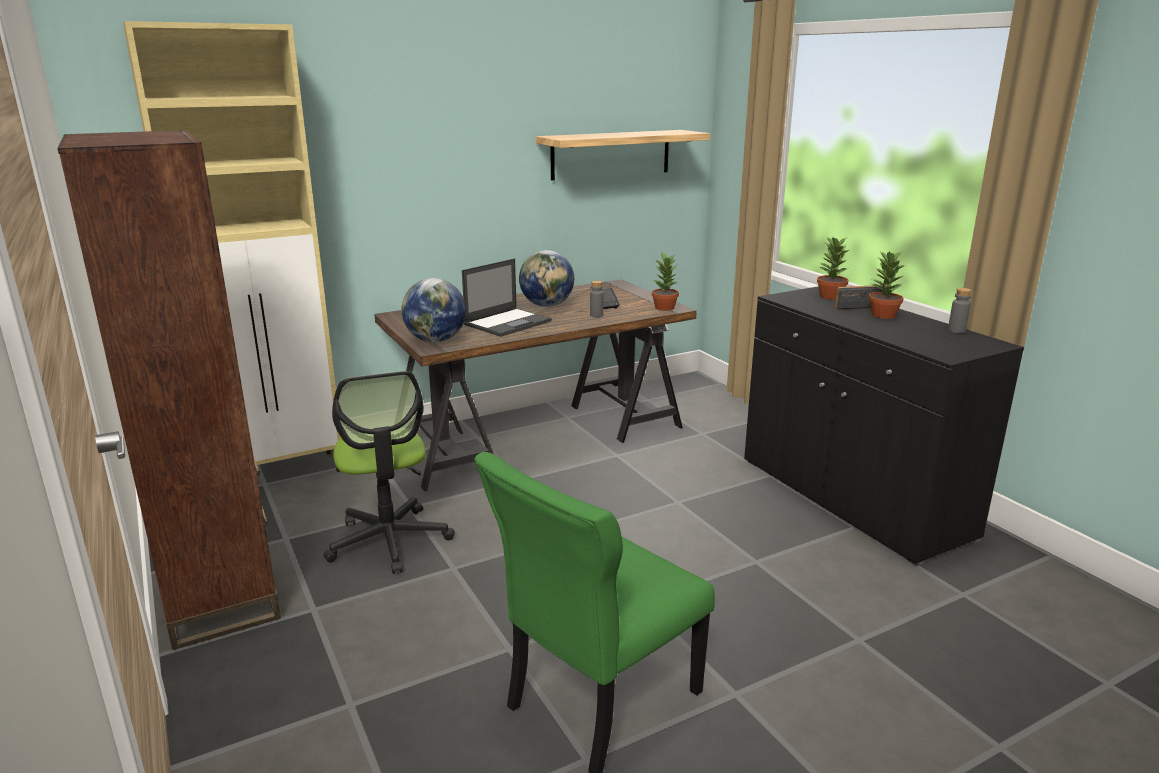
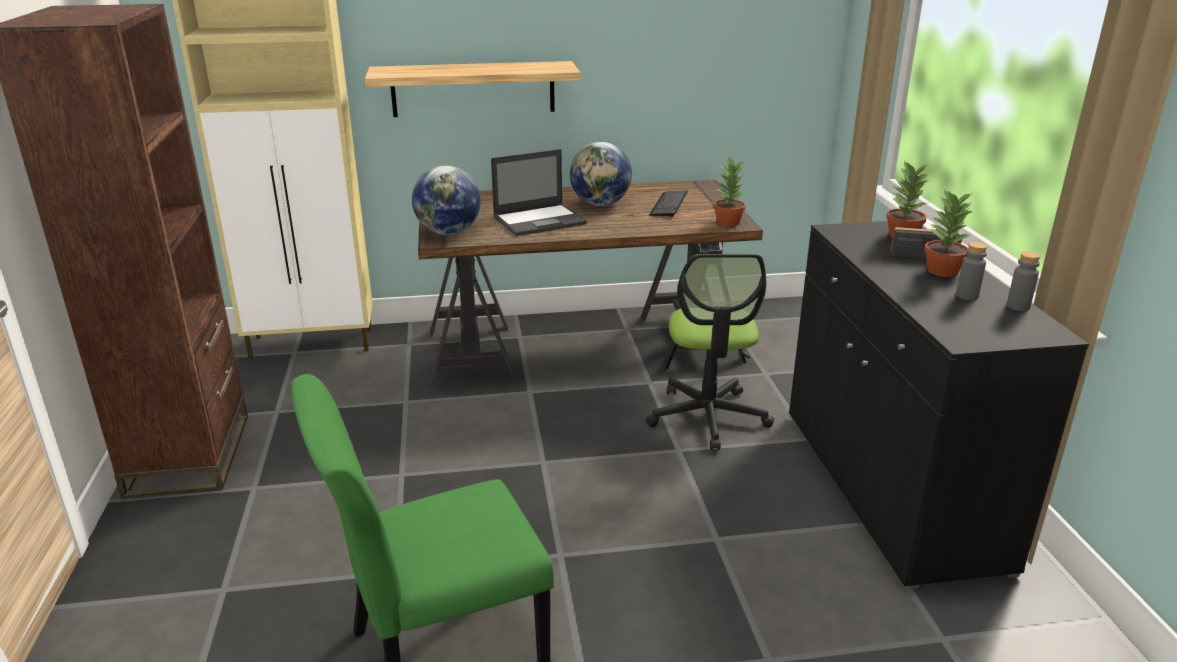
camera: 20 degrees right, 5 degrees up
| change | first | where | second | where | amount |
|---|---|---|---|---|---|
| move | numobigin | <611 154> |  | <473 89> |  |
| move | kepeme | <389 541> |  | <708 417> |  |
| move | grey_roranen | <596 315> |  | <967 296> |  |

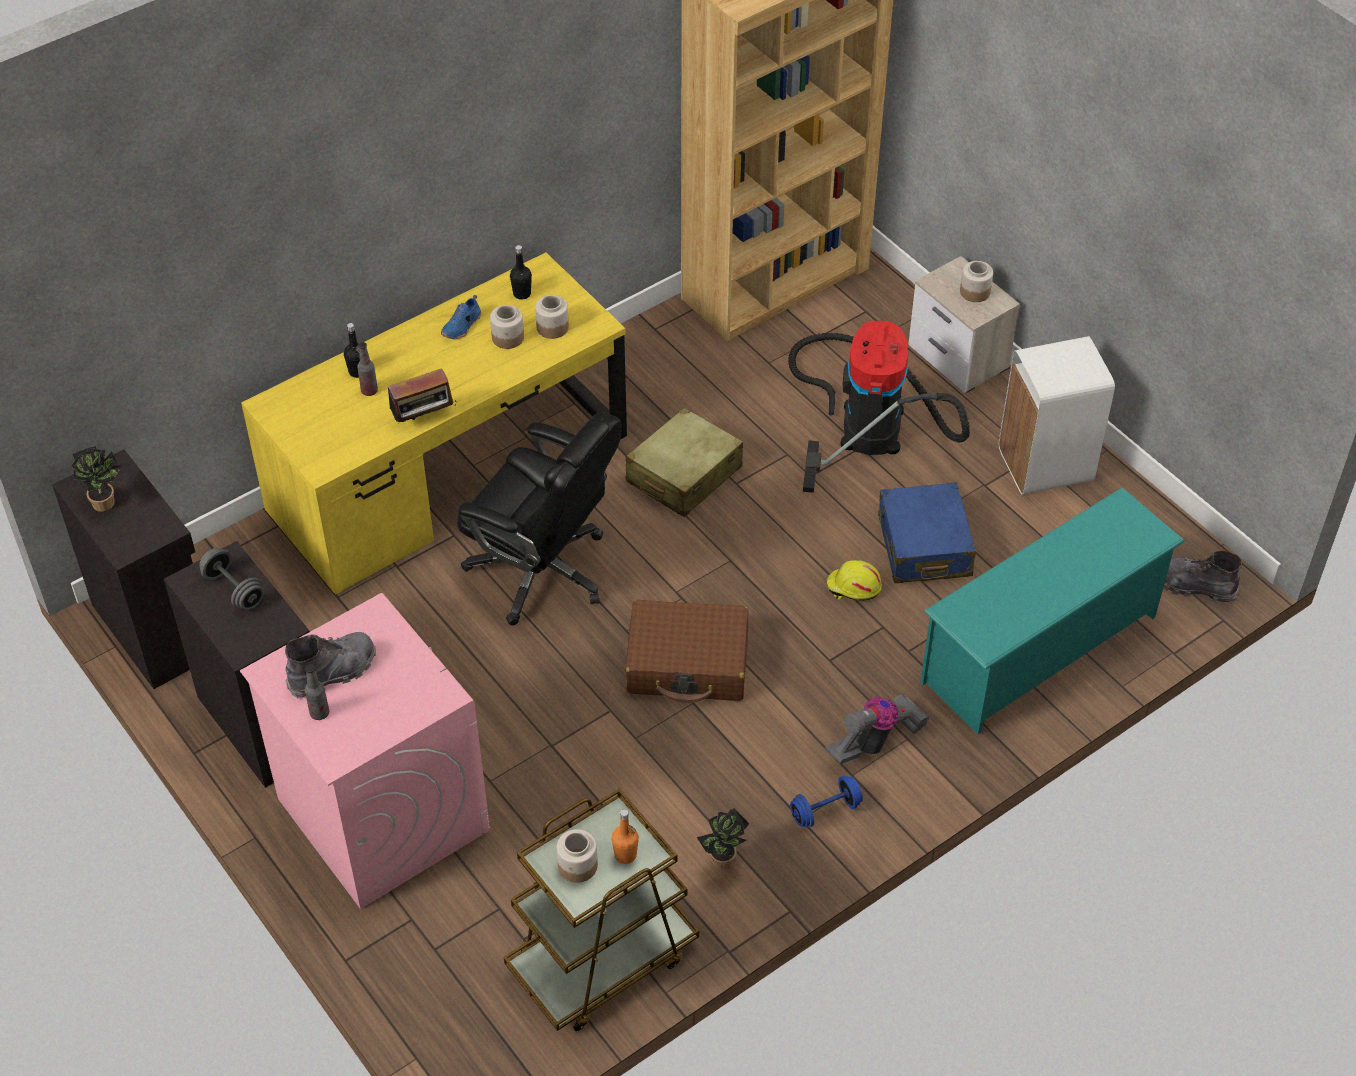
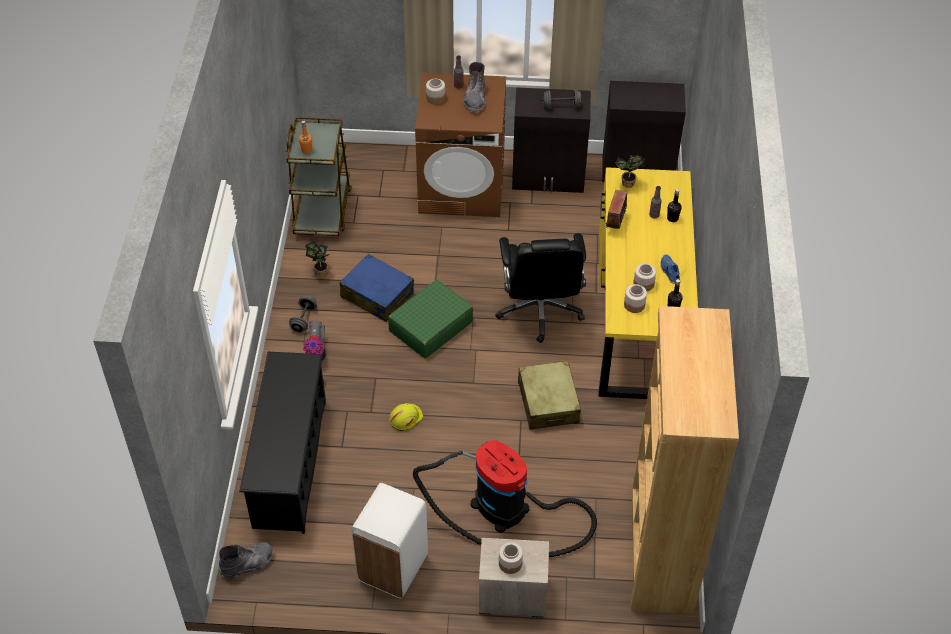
camera: 130 degrees right, 0 degrees up
| change | first | where | second | where | amount |
|---|---|---|---|---|---|
| recolor | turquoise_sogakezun | <1040 649> | black_sogakezun | <290 464> |  |
| recolor | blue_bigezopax | <825 811> | grey_bigezopax | <304 320> |  |
| move | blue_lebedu | <924 546> |  | <377 295> |  |
| recolor | brown_lebedu | <688 663> | green_lebedu | <430 326> |  |
| recolor | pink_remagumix | <382 813> | brown_remagumix | <462 188> |  |
| move | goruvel | <578 866> |  | <435 98> |  |
| rotate | black_kepeme | <542 571> |  | <540 310> | 75 degrees counterclockwise |
| move | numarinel | <107 503> |  | <627 184> |  |

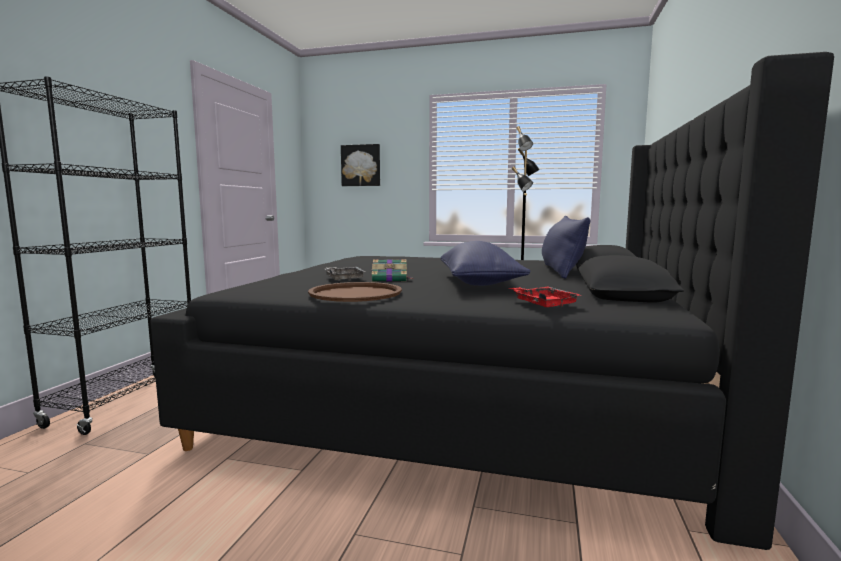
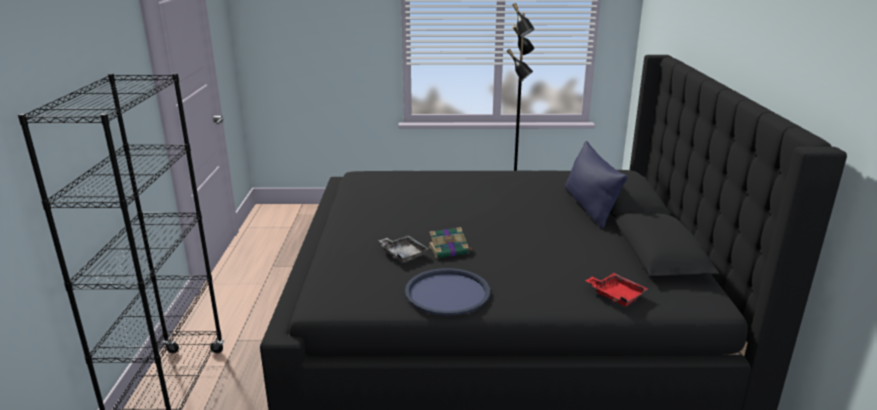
camera: 15 degrees left, 15 degrees up
| change | first | where | second | where | amount |
|---|---|---|---|---|---|
| recolor | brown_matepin | <355 293> | blue_matepin | <447 293> |  |
| delete | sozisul | <361 165> |  |  |  |
| delete | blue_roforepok | <479 283> |  |  |  |

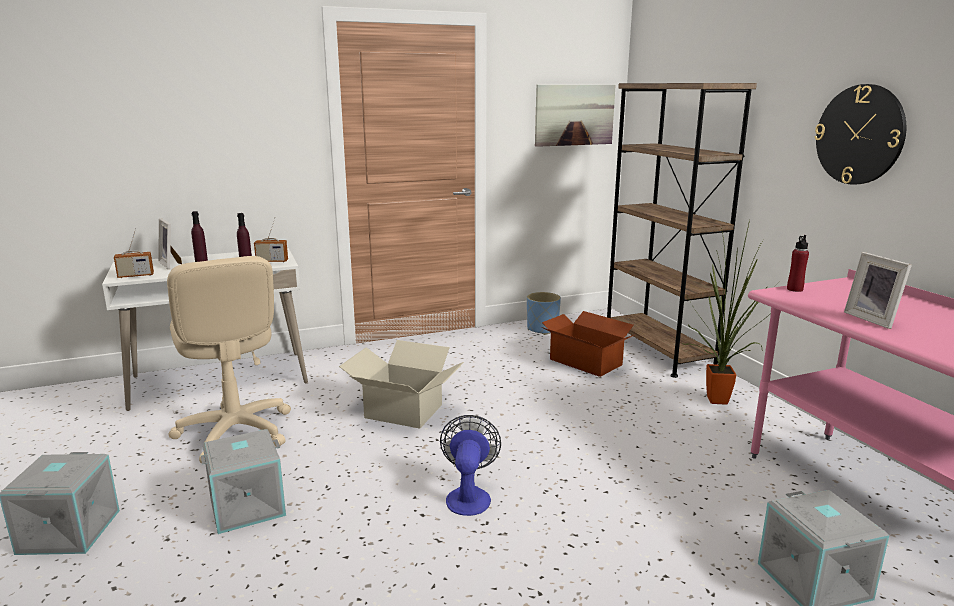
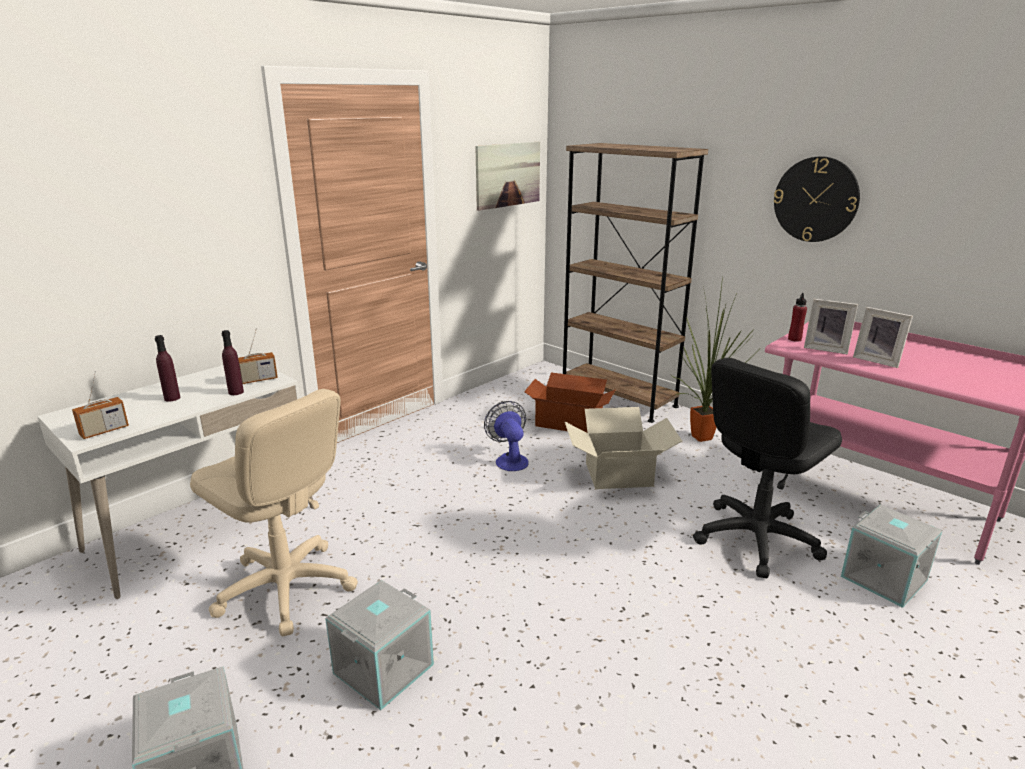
camera: 25 degrees left, 5 degrees up
| change | first | where | second | where | amount |
|---|---|---|---|---|---|
| move | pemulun | <468 495> |  | <509 459> |  |
| move | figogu | <404 410> |  | <618 474> |  |
| insert |  |  | black_kepeme | <755 538> |  |
| move | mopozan | <171 264> |  | <826 348> |  |
| delete | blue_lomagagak | <542 329> |  |  |  |

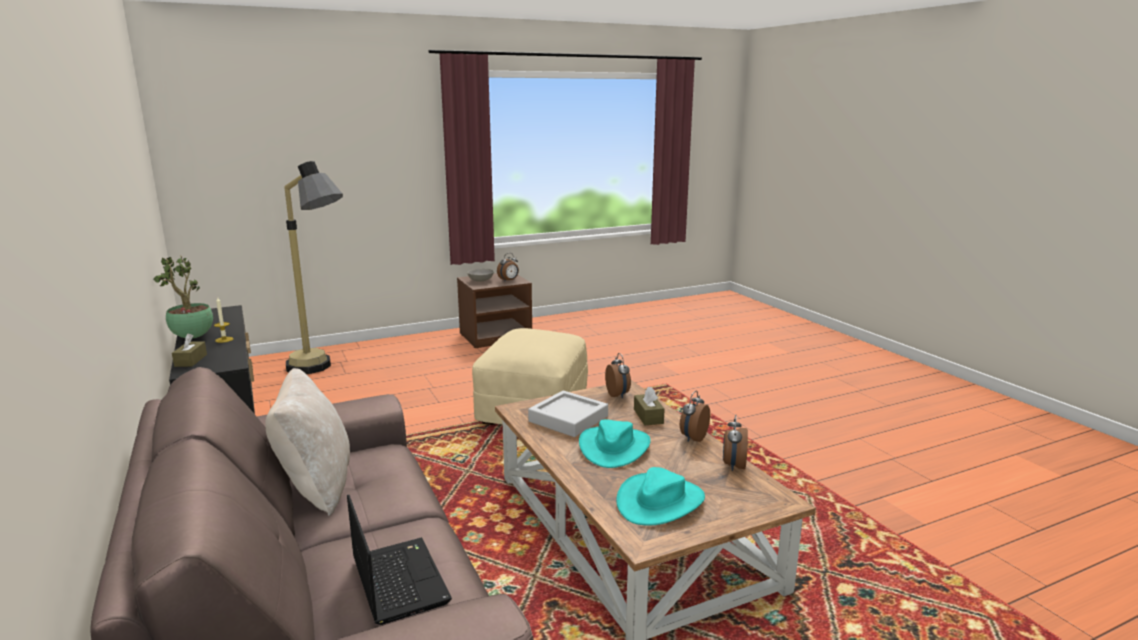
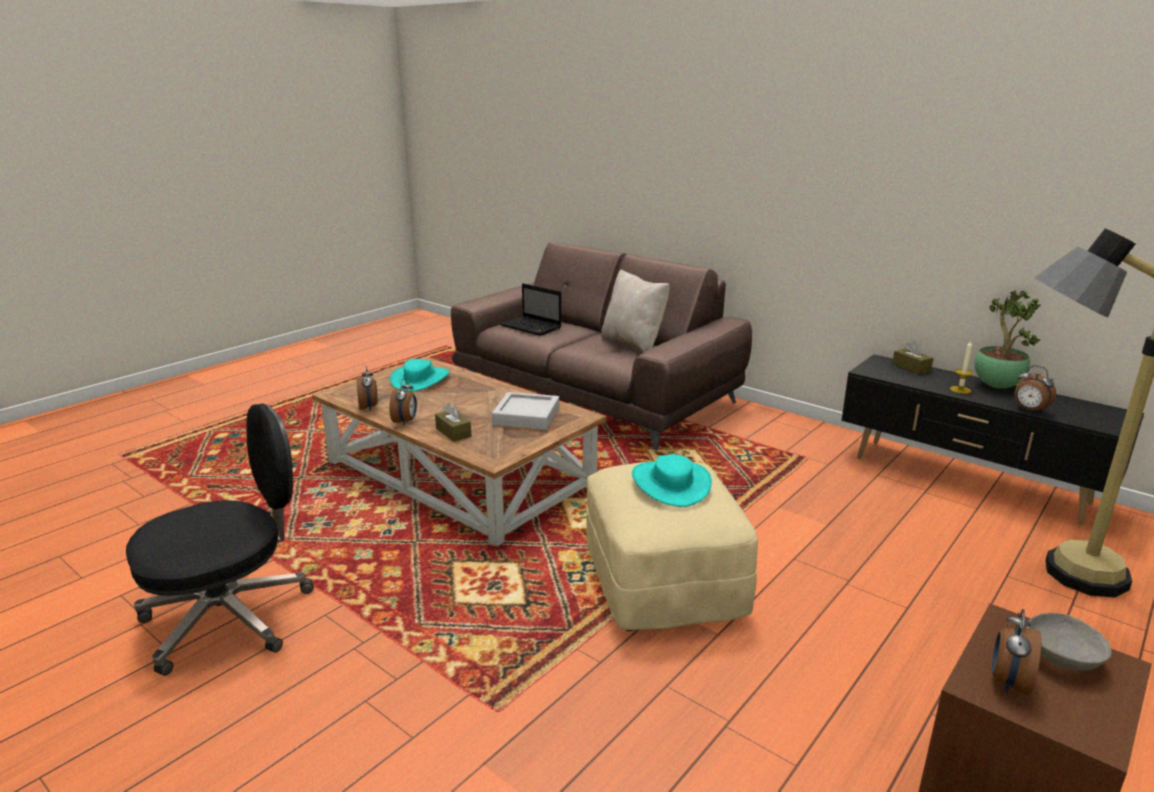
camera: 155 degrees right, 5 degrees up
| change | first | where | second | where | amount |
|---|---|---|---|---|---|
| insert |  |  | black_kepeme | <231 617> |  |
| move | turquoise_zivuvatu | <614 447> |  | <671 483> |  |
| move | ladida | <618 395> |  | <1029 410> |  |

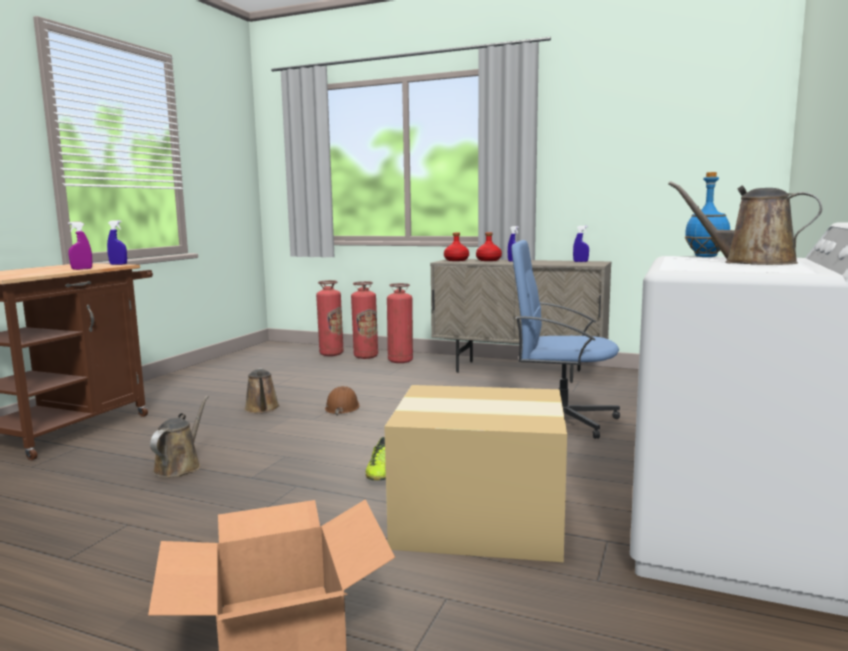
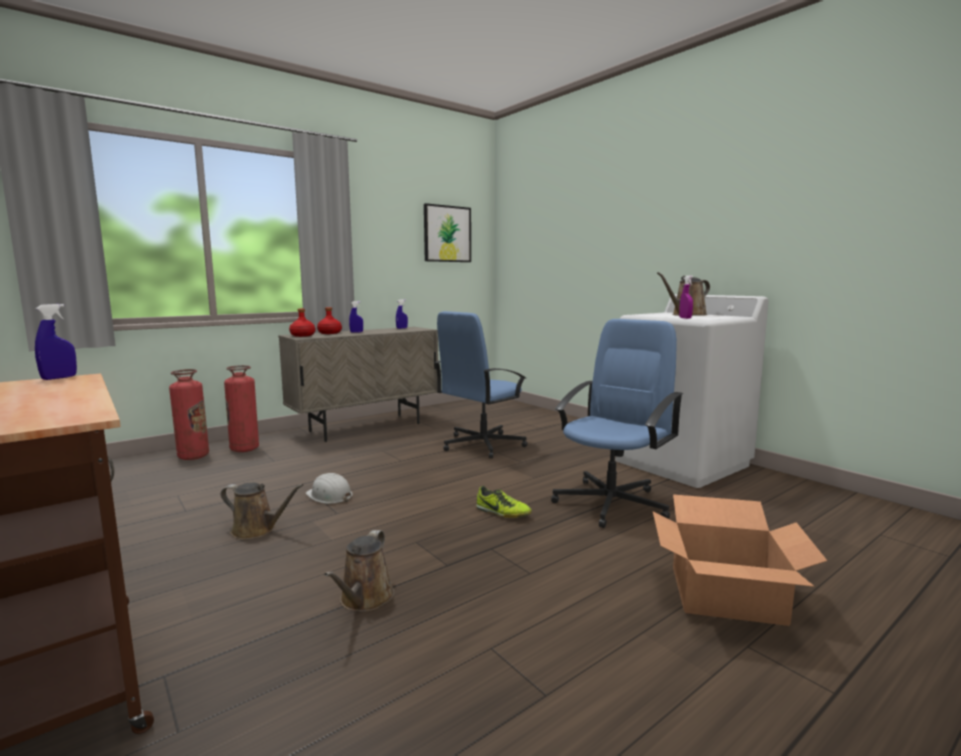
camera: 60 degrees left, 0 degrees up
| change | first | where | second | where | amount |
|---|---|---|---|---|---|
| recolor | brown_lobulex | <342 407> | white_lobulex | <329 496> |  |
| rotate | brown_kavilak | <180 466> |  | <364 599> | 120 degrees counterclockwise |
| insert |  |  | sozisul | <447 234> |  |
| replace | figogu | <481 520> | blue_kepeme | <612 503> |  |
| move | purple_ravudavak | <82 269> |  | <685 318> |  |
| delete | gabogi | <331 354> |  |  |  |
| delete | blue_roranen | <706 256> |  |  |  |

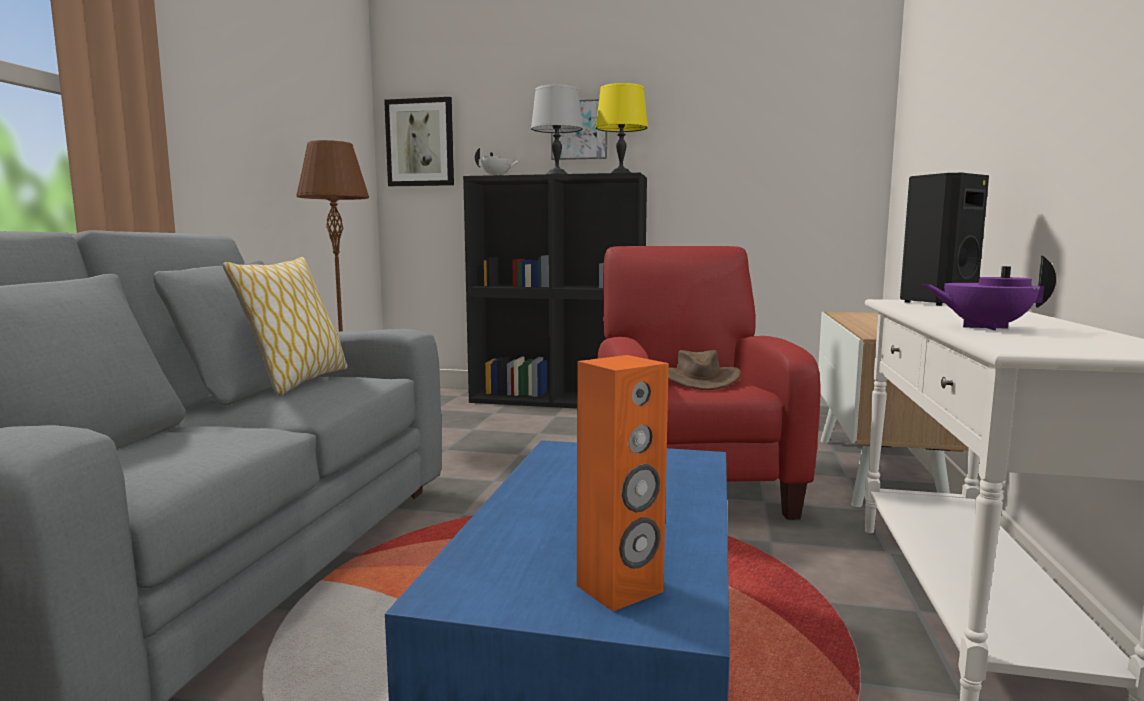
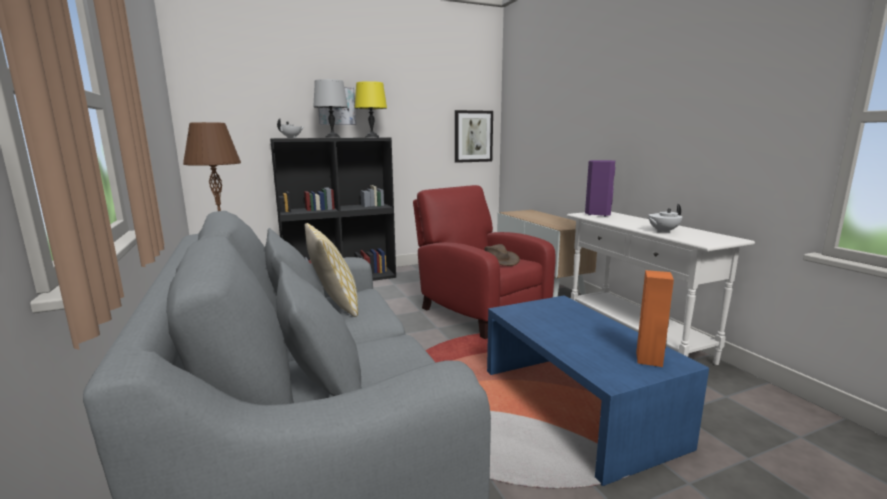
camera: 35 degrees left, 5 degrees up
| change | first | where | second | where | amount |
|---|---|---|---|---|---|
| move | sozisul | <420 142> |  | <473 136> |  |
| recolor | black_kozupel | <934 302> | purple_kozupel | <597 214> |  |
| recolor | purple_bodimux | <984 327> | white_bodimux | <662 231> |  |

